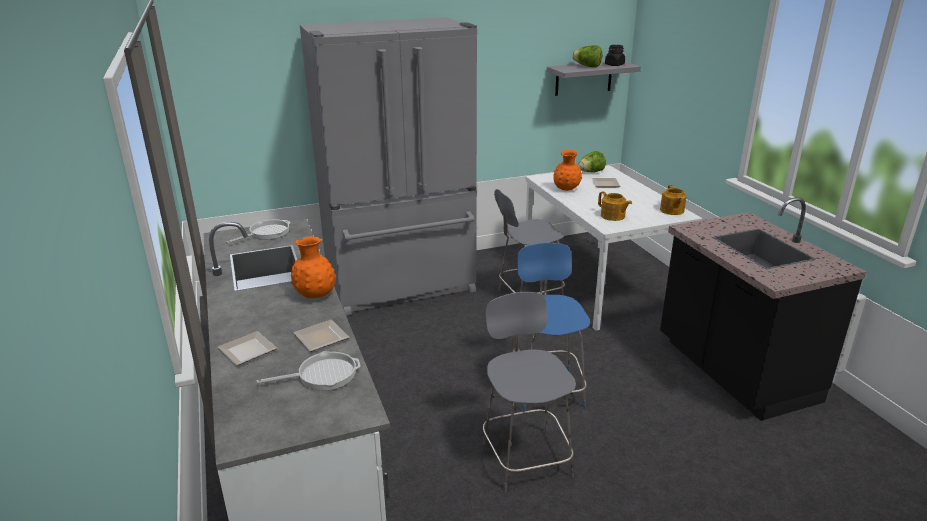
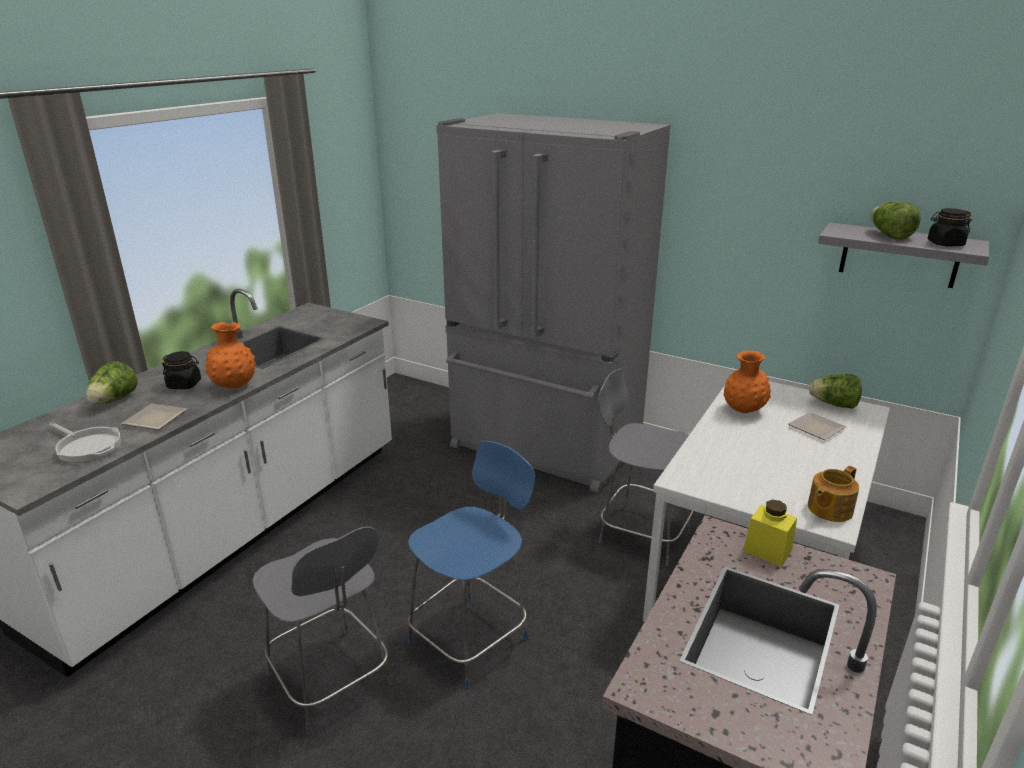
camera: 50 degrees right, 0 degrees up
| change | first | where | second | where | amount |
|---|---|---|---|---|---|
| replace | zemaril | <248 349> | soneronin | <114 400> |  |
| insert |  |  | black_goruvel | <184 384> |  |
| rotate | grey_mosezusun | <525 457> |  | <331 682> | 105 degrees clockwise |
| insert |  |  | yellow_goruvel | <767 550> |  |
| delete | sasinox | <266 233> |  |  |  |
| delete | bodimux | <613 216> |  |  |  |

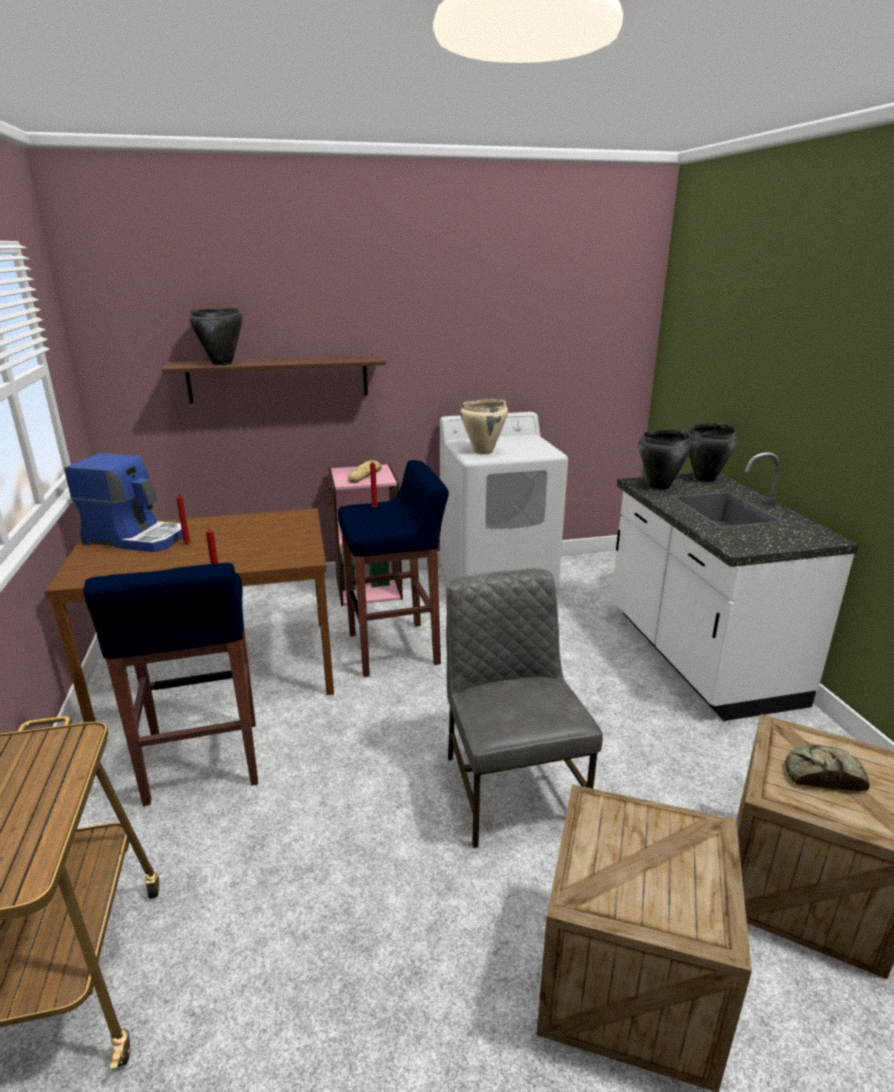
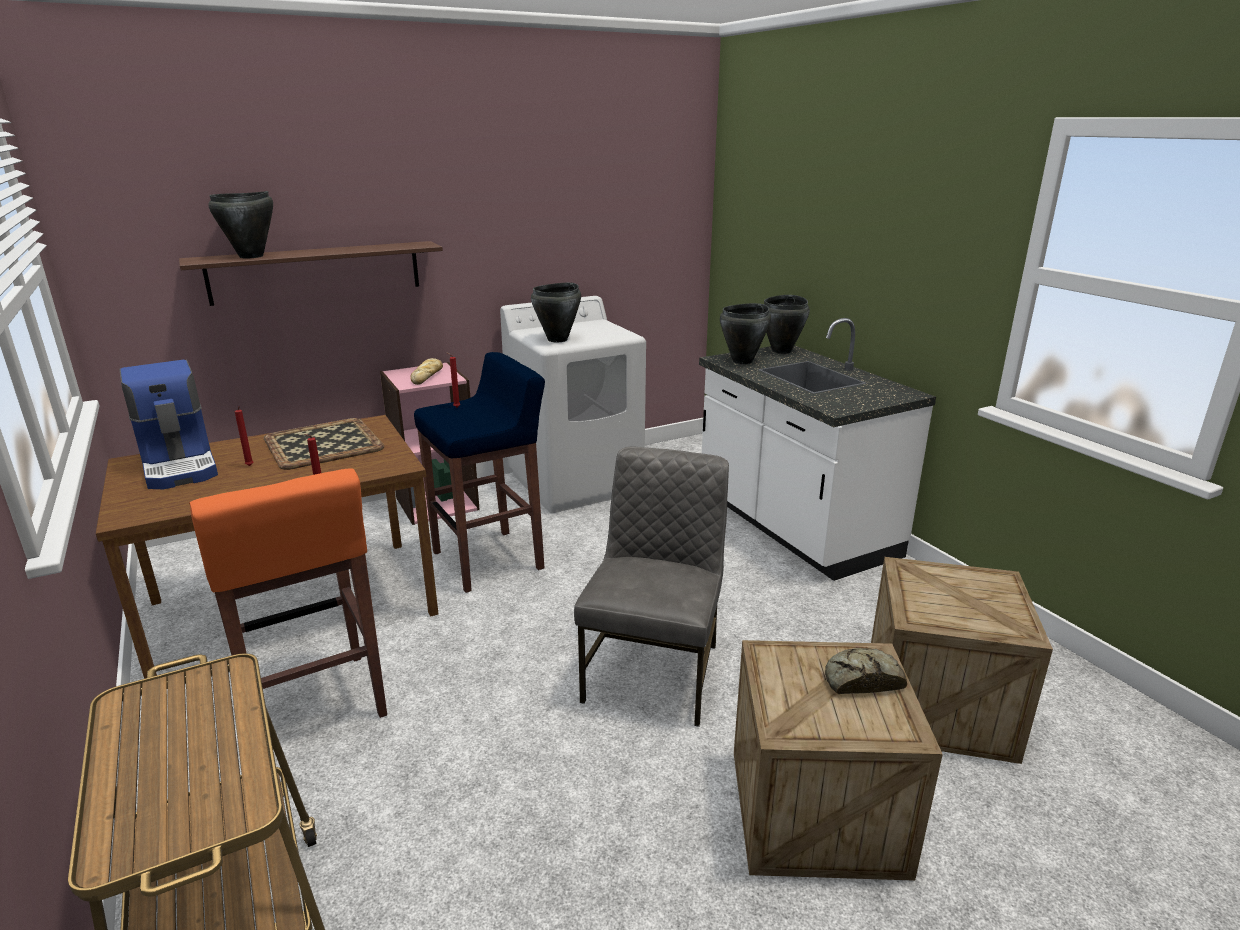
camera: 15 degrees left, 0 degrees up
| change | first | where | second | where | amount |
|---|---|---|---|---|---|
| rotate | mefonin | <136 538> |  | <181 465> | 60 degrees clockwise |
| recolor | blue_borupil | <203 763> | orange_borupil | <314 706> |  |
| insert |  |  | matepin | <324 443> |  |
| recolor | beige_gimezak | <483 452> | black_gimezak | <558 340> |  |
| rotate | grey_mosezusun | <511 787> |  | <655 671> | 45 degrees clockwise |
| move | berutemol | <822 775> |  | <861 679> |  |

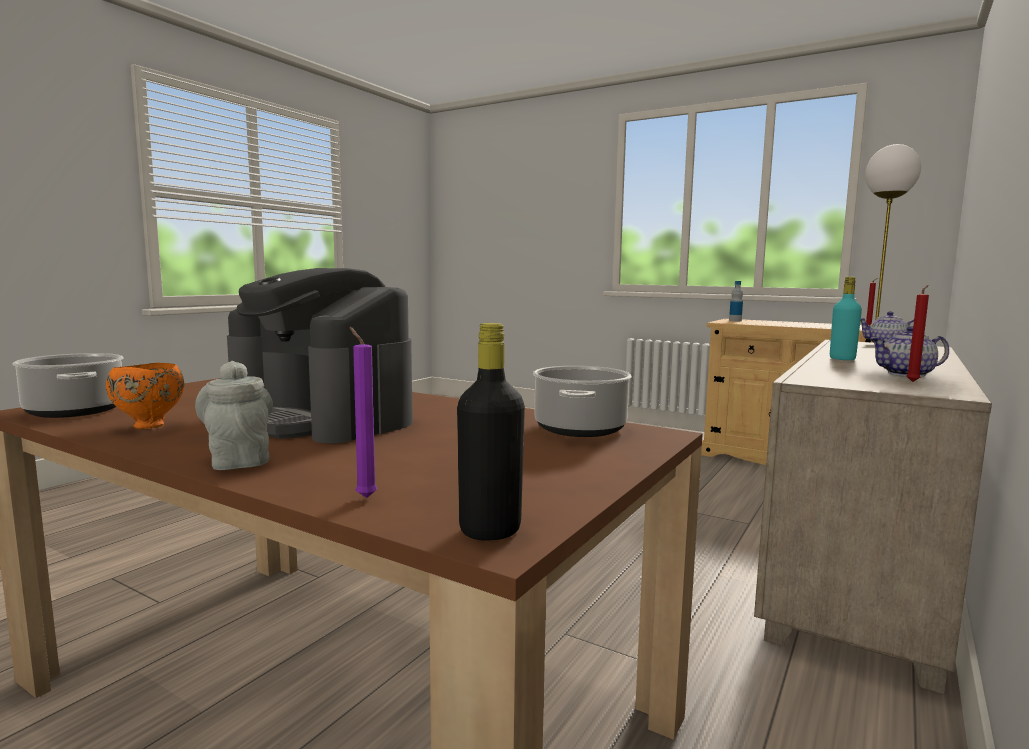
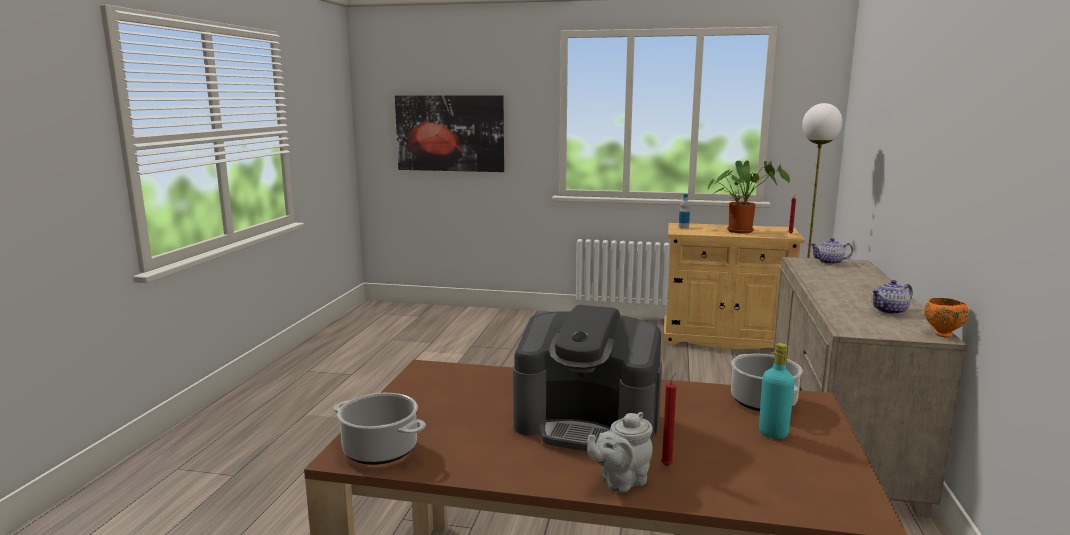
camera: 20 degrees left, 5 degrees up
| change | first | where | second | where | amount |
|---|---|---|---|---|---|
| insert |  |  | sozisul | <450 133> |  |
| rotate | grey_bodimux | <239 459> |  | <620 481> | 75 degrees counterclockwise |
| move | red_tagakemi | <913 381> |  | <667 465> |  |
| insert |  |  | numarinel | <742 231> |  |
| move | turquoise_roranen | <842 359> |  | <773 433> |  |
| move | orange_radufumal | <149 425> |  | <941 334> |  |
| delete | purple_tagakemi | <364 497> |  |  |  |
| delete | black_roranen | <490 530> |  |  |  |

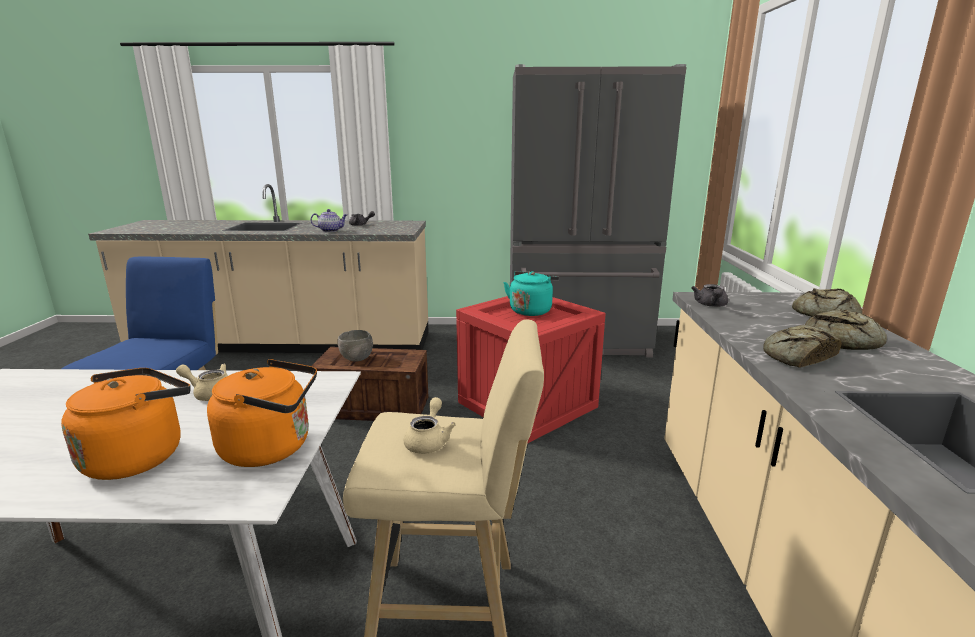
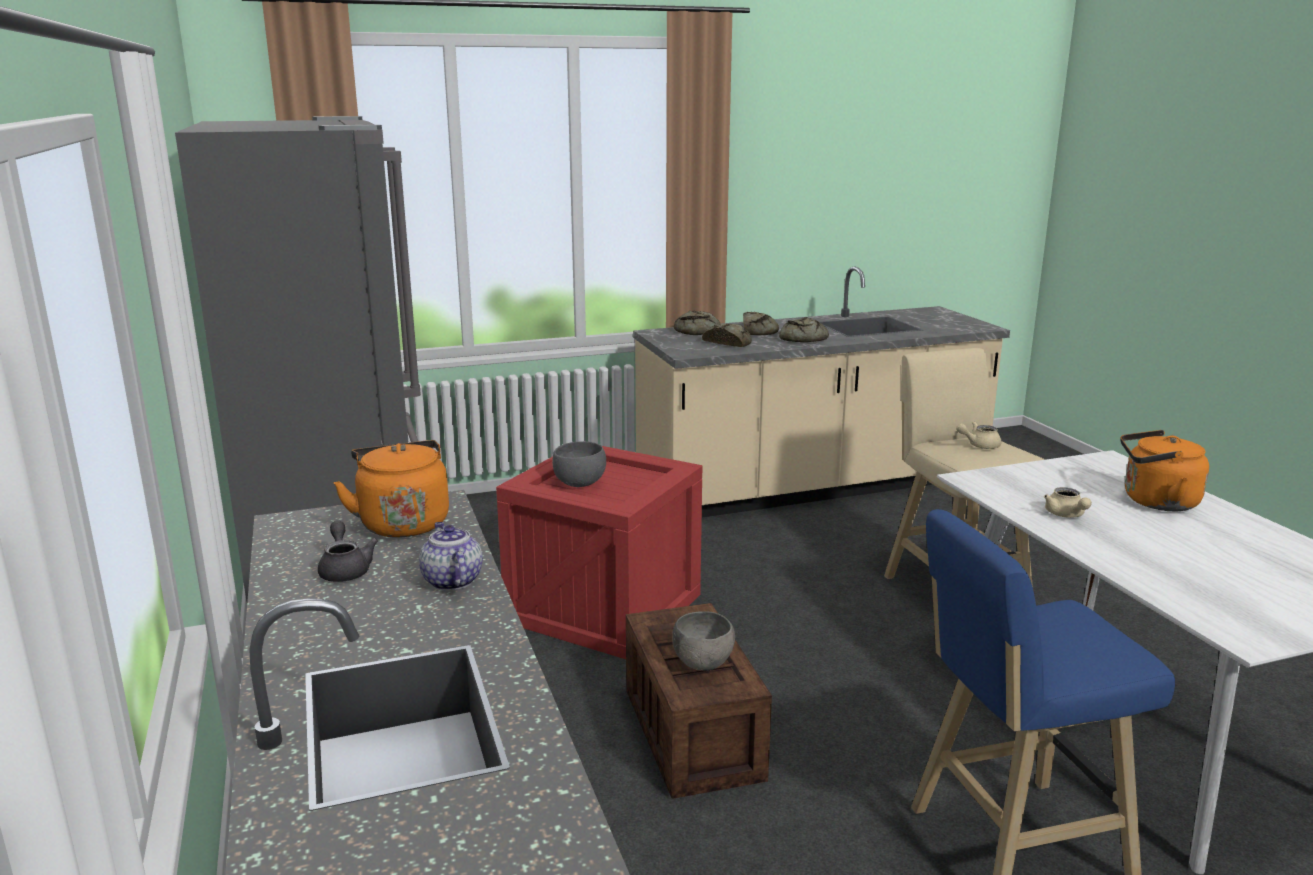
camera: 110 degrees left, 0 degrees up
| change | first | where | second | where | amount |
|---|---|---|---|---|---|
| move | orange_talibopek | <272 447> |  | <403 522> |  |
| replace | turquoise_talibopek | <531 310> | grey_radufumal | <579 483> |  |
| insert |  |  | berutemol | <728 342> |  |
| delete | grey_bodimux | <711 305> |  |  |  |

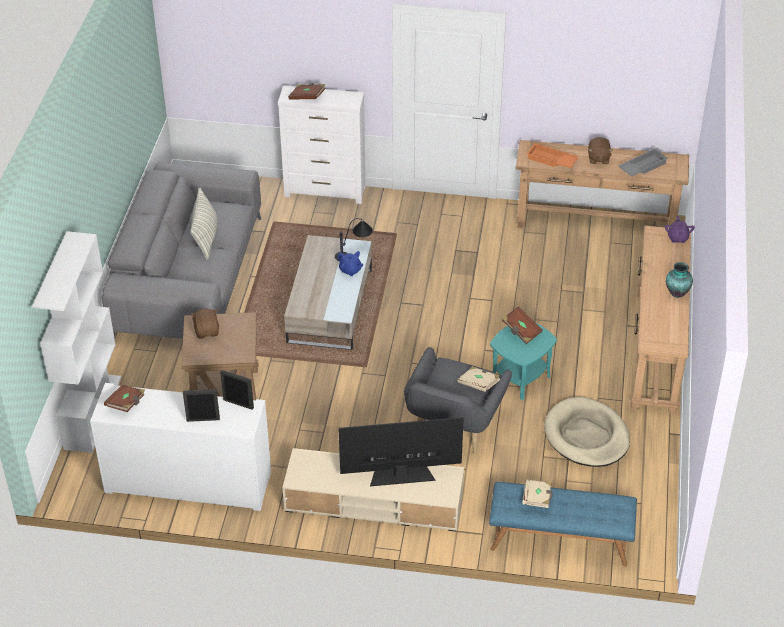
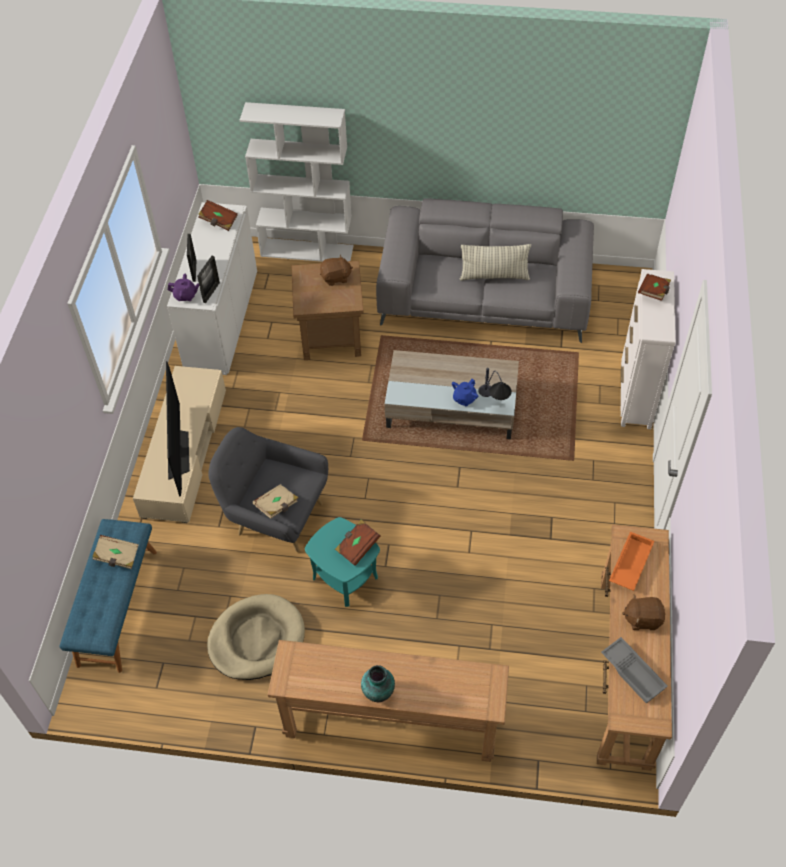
camera: 90 degrees right, 10 degrees up
| change | first | where | second | where | amount |
|---|---|---|---|---|---|
| move | purple_bodimux | <677 238> |  | <185 296> |  |

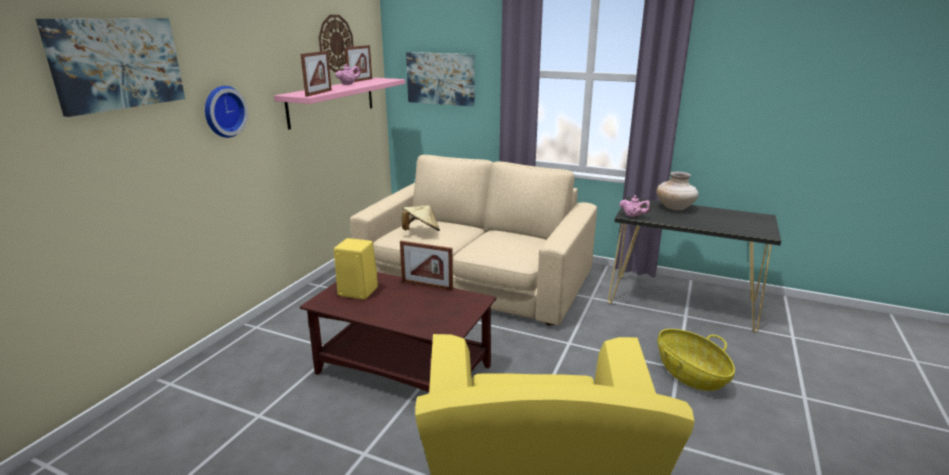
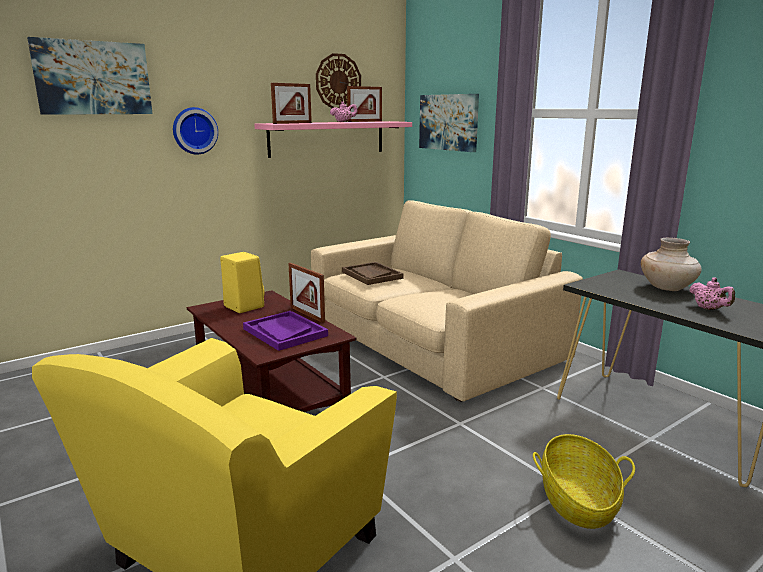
camera: 30 degrees right, 5 degrees down
| change | first | where | second | where | amount |
|---|---|---|---|---|---|
| insert |  |  | purple_matepin | <284 332> |  |
| replace | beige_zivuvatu | <421 232> | brown_matepin | <371 275> |  |
| move | pink_bodimux | <633 216> |  | <709 309> |  |

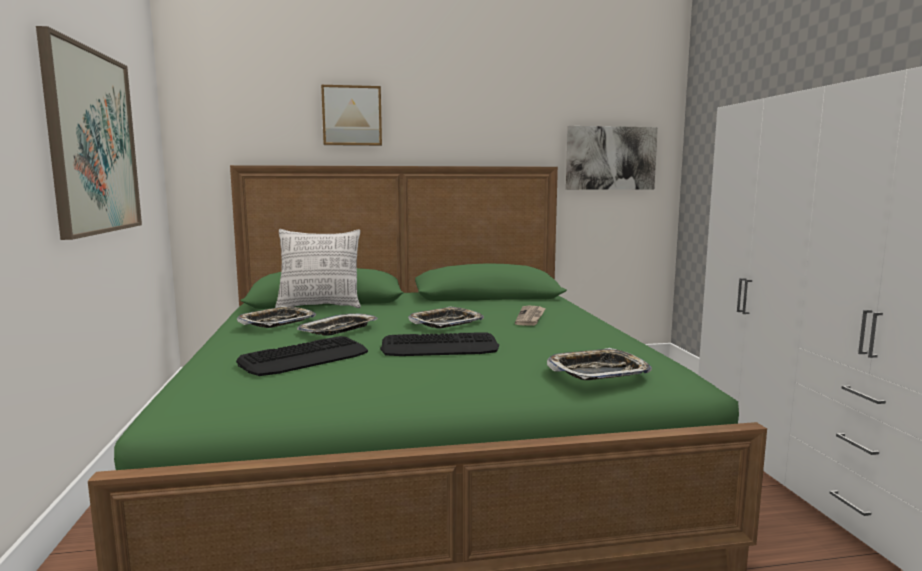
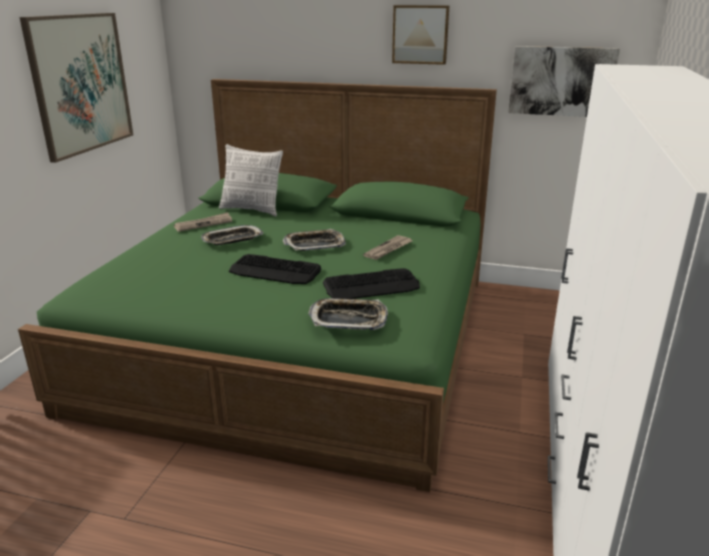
camera: 25 degrees right, 15 degrees up
| change | first | where | second | where | amount |
|---|---|---|---|---|---|
| replace | matepin | <277 322> | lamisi | <204 224> |  |
| move | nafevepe | <305 358> |  | <372 286> |  |
| move | sozisul | <352 116> |  | <420 34> |  |

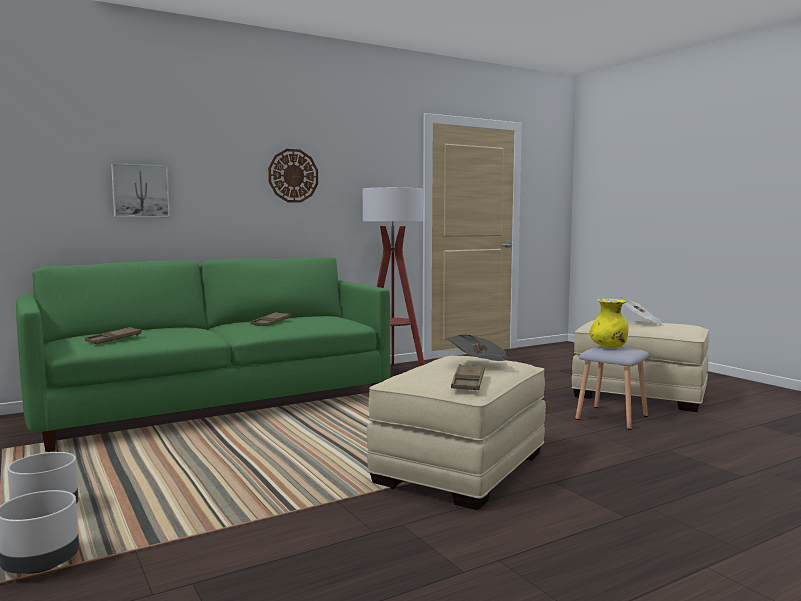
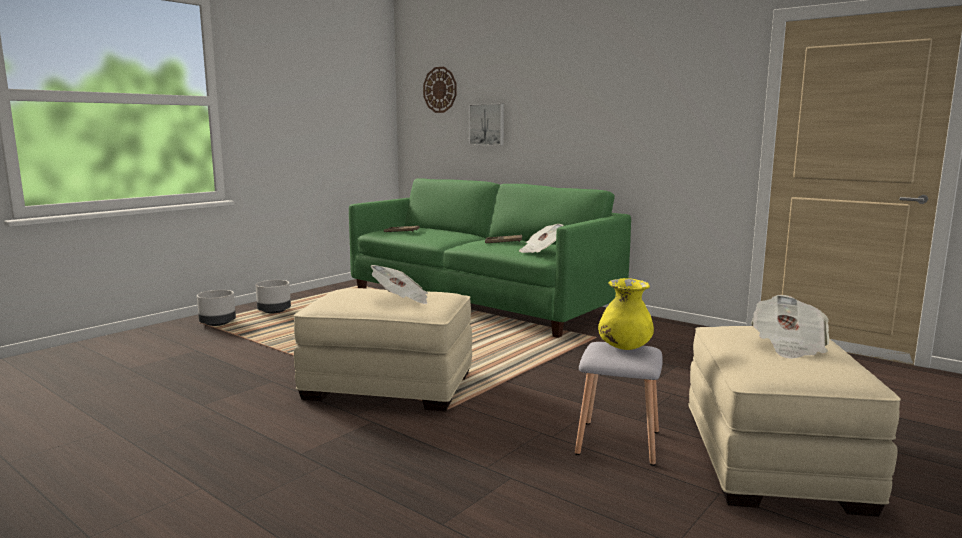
camera: 70 degrees right, 5 degrees up
| change | first | where | second | where | amount |
|---|---|---|---|---|---|
| move | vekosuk | <293 176> |  | <440 90> |  |
| insert |  |  | lamisi | <541 251> |  |
| delete | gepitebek | <393 373> |  |  |  |
| delete | brown_matepin | <468 382> |  |  |  |

